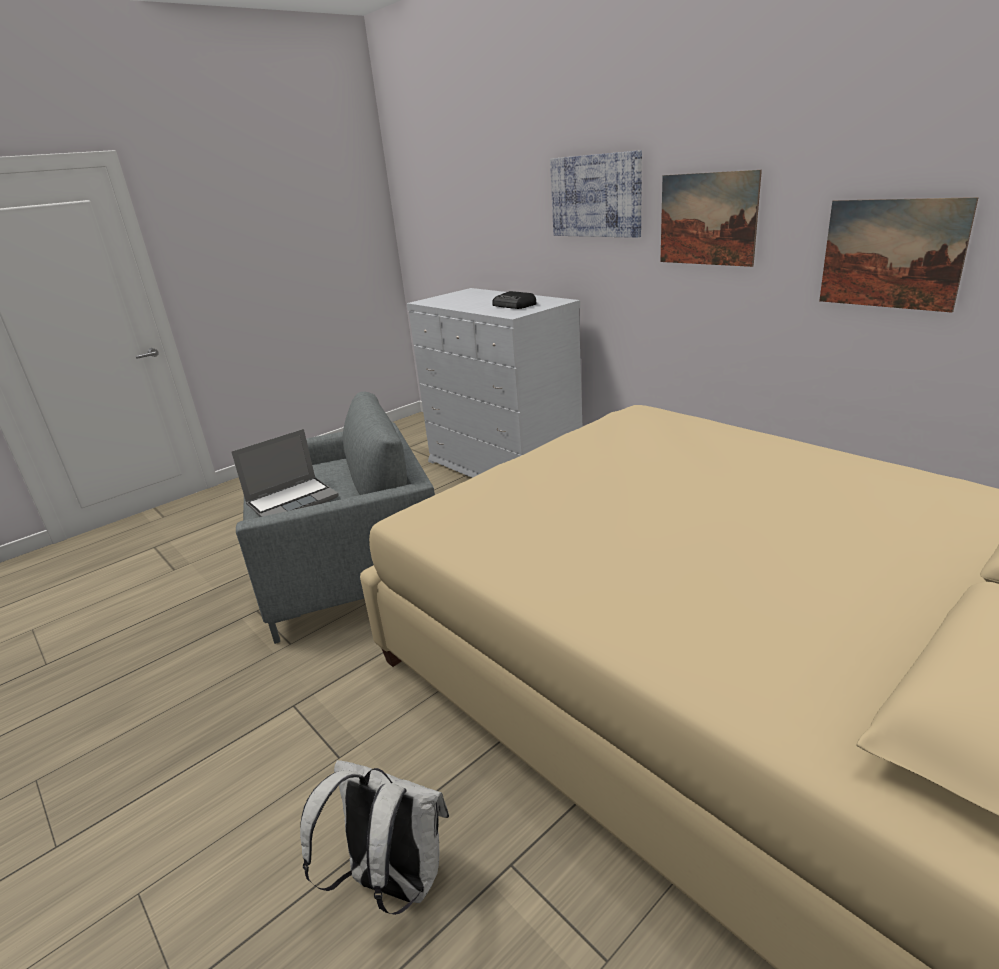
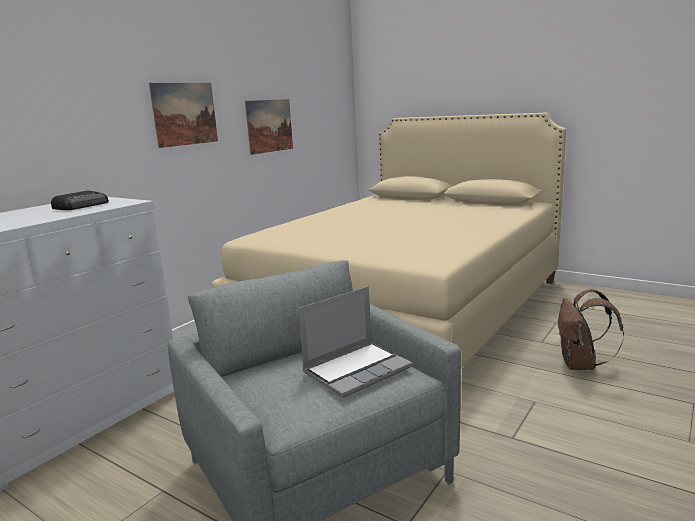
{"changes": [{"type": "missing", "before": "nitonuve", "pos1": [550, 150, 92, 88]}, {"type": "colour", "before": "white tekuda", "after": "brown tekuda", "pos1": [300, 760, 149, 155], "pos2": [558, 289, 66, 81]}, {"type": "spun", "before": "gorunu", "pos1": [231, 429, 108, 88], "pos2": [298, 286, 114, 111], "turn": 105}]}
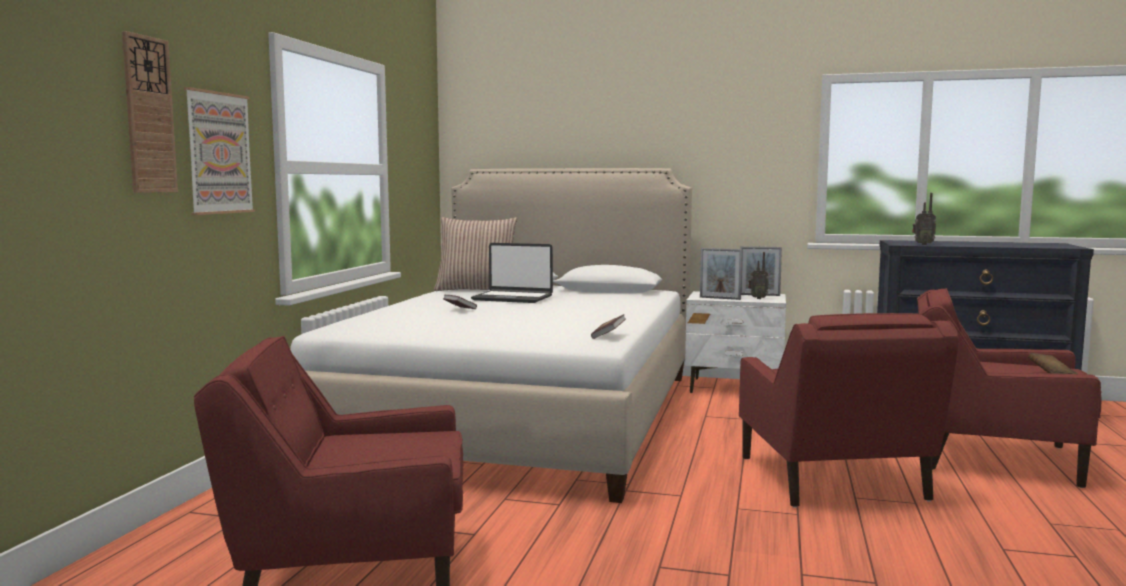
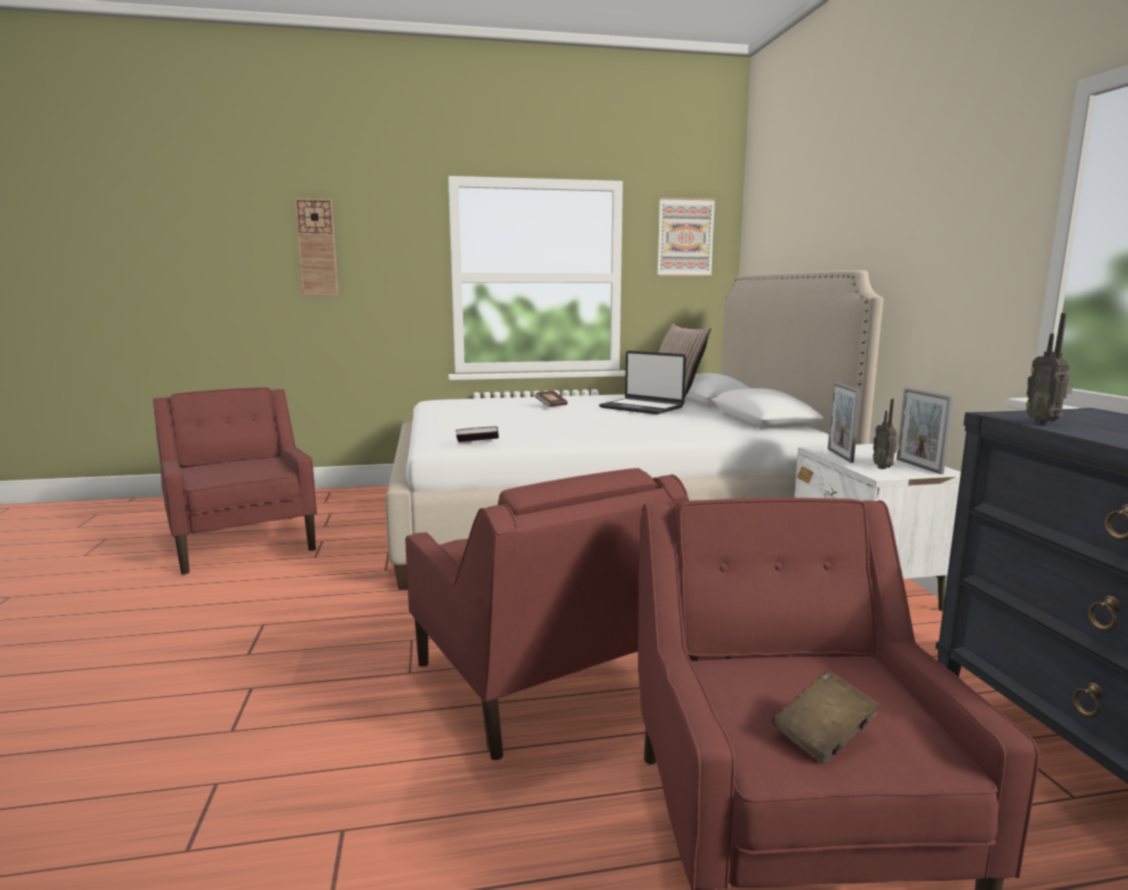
{"changes": [{"type": "relocated", "before": "nitonuve", "pos1": [184, 87, 71, 128], "pos2": [657, 197, 58, 79]}, {"type": "spun", "before": "gorunu", "pos1": [471, 243, 82, 60], "pos2": [599, 351, 87, 64], "turn": -45}, {"type": "spun", "before": "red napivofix", "pos1": [739, 313, 220, 195], "pos2": [405, 468, 284, 293], "turn": -90}]}
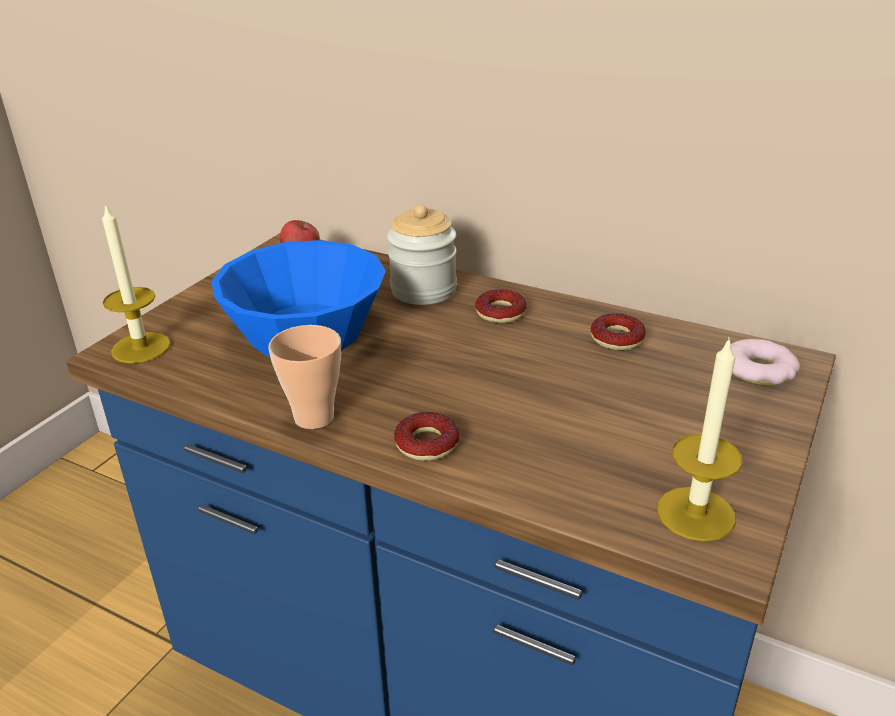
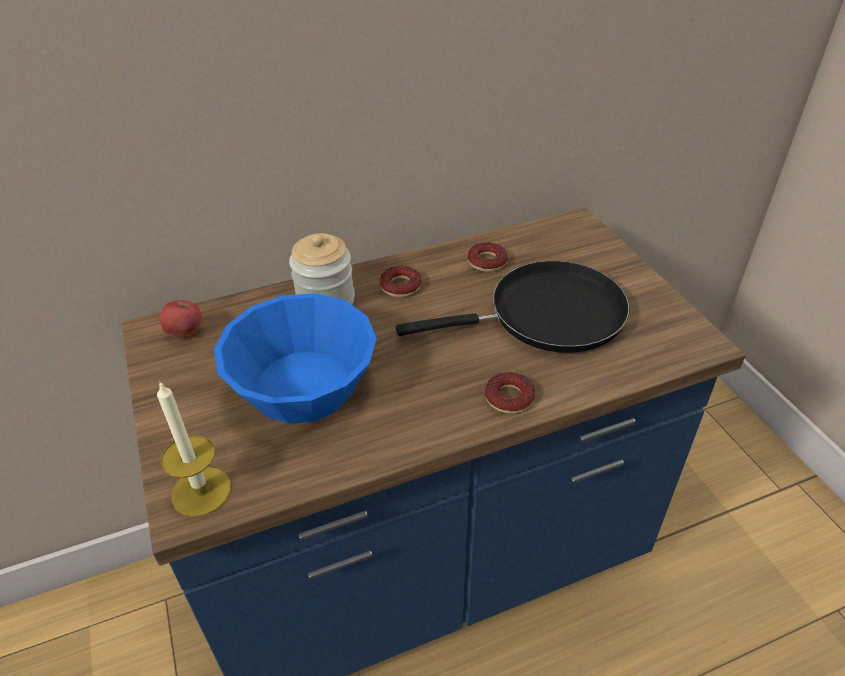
{"changes": [{"type": "missing", "before": "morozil", "pos1": [268, 325, 73, 104]}, {"type": "missing", "before": "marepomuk", "pos1": [657, 337, 85, 204]}, {"type": "missing", "before": "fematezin", "pos1": [731, 339, 69, 46]}, {"type": "appeared", "after": "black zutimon", "pos2": [396, 261, 233, 92]}]}
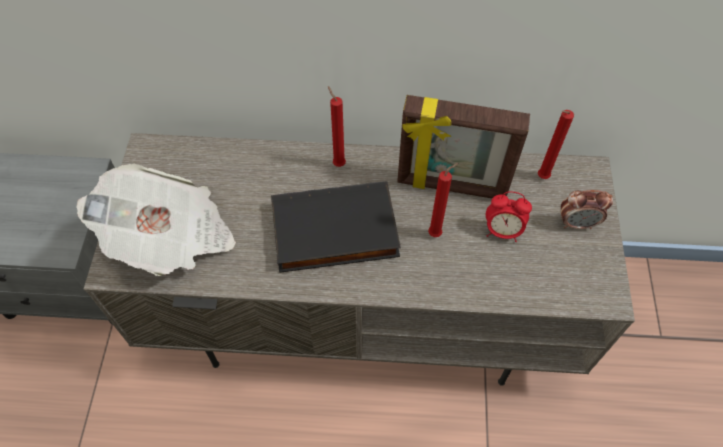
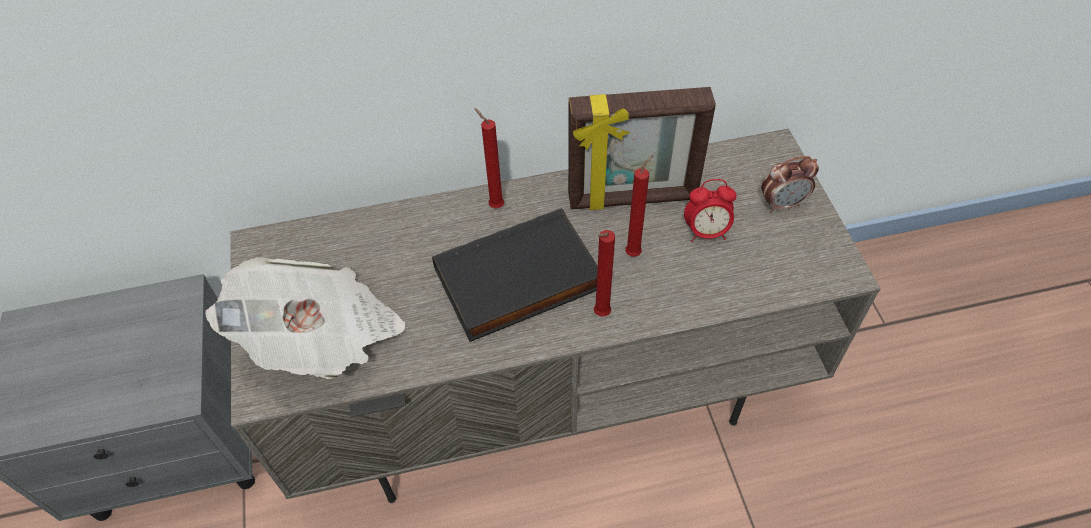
{"changes": [{"type": "relocated", "before": "red marepomuk", "pos1": [538, 110, 36, 69], "pos2": [594, 230, 21, 86]}]}
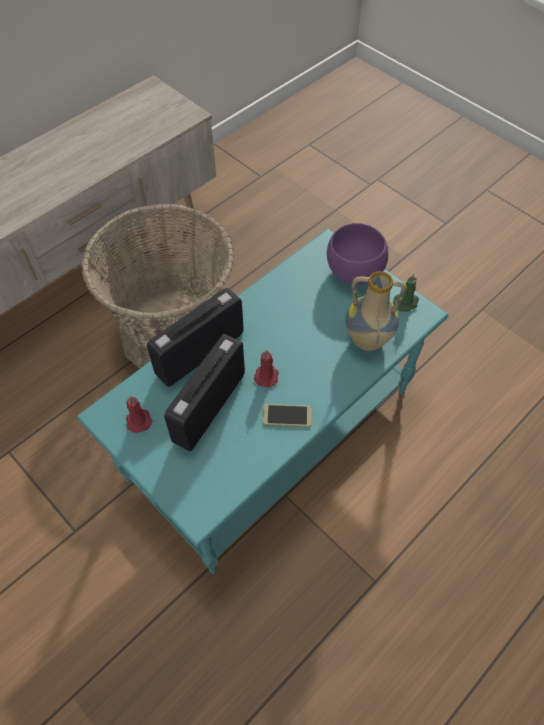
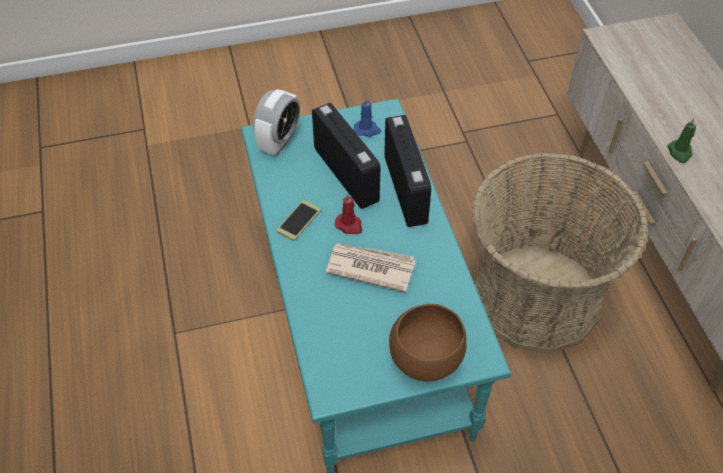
{"changes": [{"type": "missing", "before": "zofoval", "pos1": [345, 271, 62, 80]}, {"type": "appeared", "after": "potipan", "pos2": [253, 89, 47, 66]}, {"type": "appeared", "after": "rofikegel", "pos2": [326, 243, 90, 49]}, {"type": "relocated", "before": "green marepomuk", "pos1": [393, 274, 26, 38], "pos2": [668, 118, 28, 45]}, {"type": "colour", "before": "red marepomuk", "after": "blue marepomuk", "pos1": [126, 396, 26, 37], "pos2": [354, 97, 27, 40]}, {"type": "colour", "before": "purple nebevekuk", "after": "brown nebevekuk", "pos1": [327, 223, 61, 62], "pos2": [389, 304, 78, 78]}]}
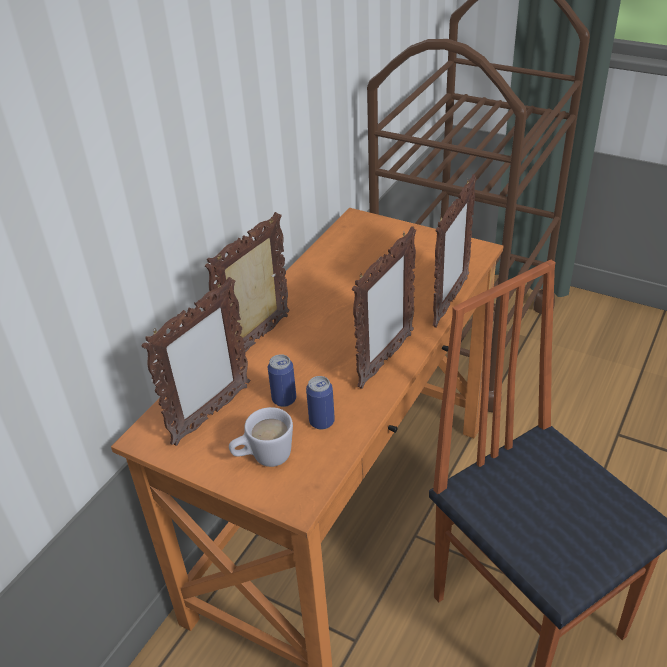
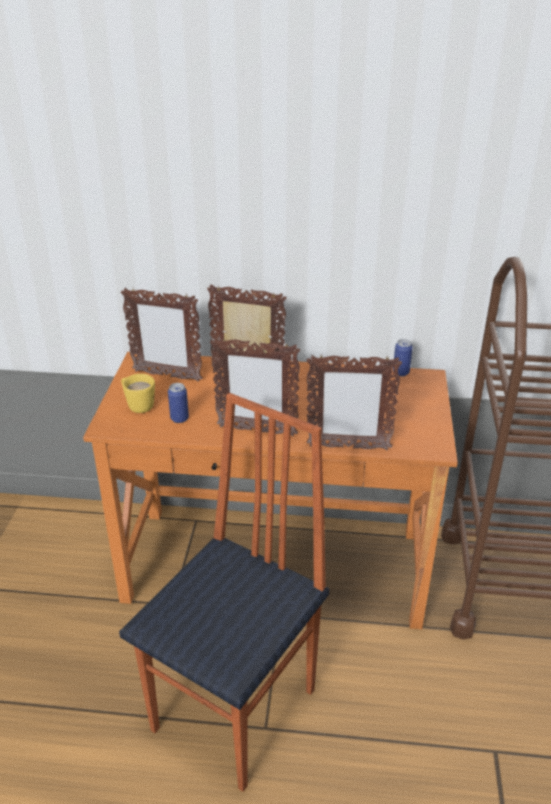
{"changes": [{"type": "relocated", "before": "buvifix", "pos1": [268, 354, 28, 53], "pos2": [393, 339, 20, 37]}, {"type": "colour", "before": "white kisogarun", "after": "yellow kisogarun", "pos1": [229, 407, 64, 60], "pos2": [121, 374, 34, 39]}]}
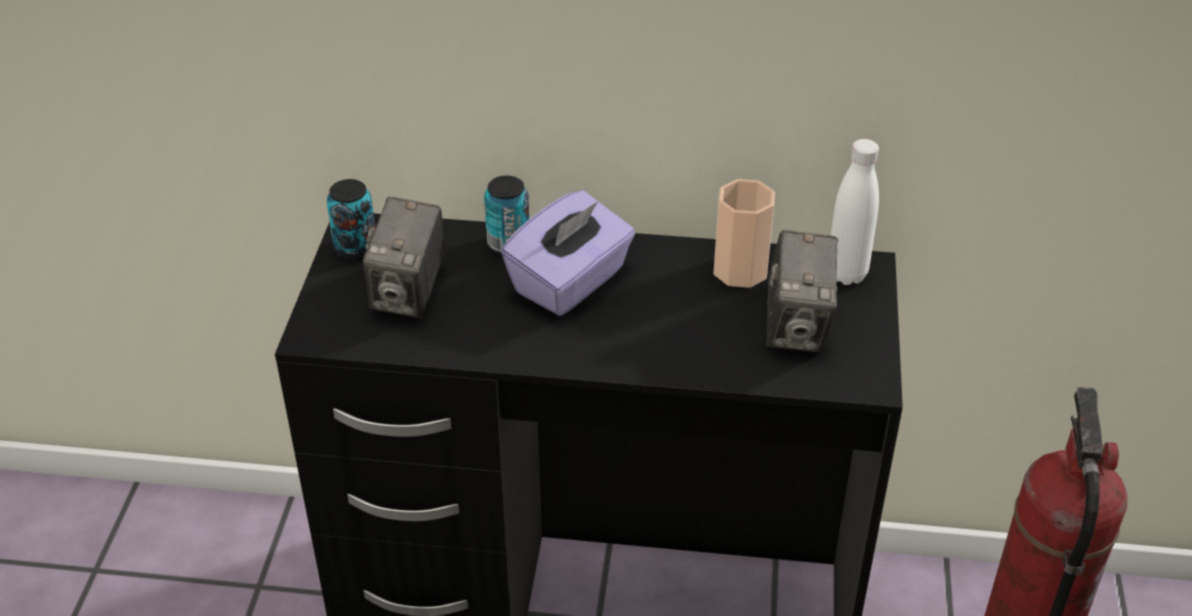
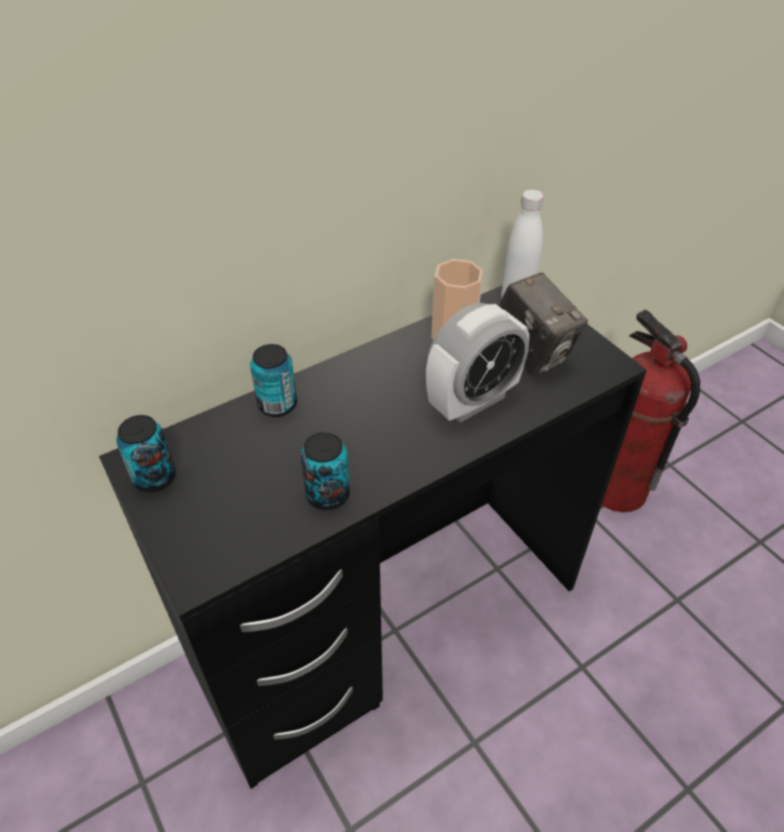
{"changes": [{"type": "missing", "before": "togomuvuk", "pos1": [363, 197, 82, 121]}, {"type": "missing", "before": "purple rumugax", "pos1": [501, 190, 134, 126]}, {"type": "appeared", "after": "buvifix", "pos2": [301, 432, 49, 78]}, {"type": "appeared", "after": "potipan", "pos2": [426, 303, 103, 120]}]}
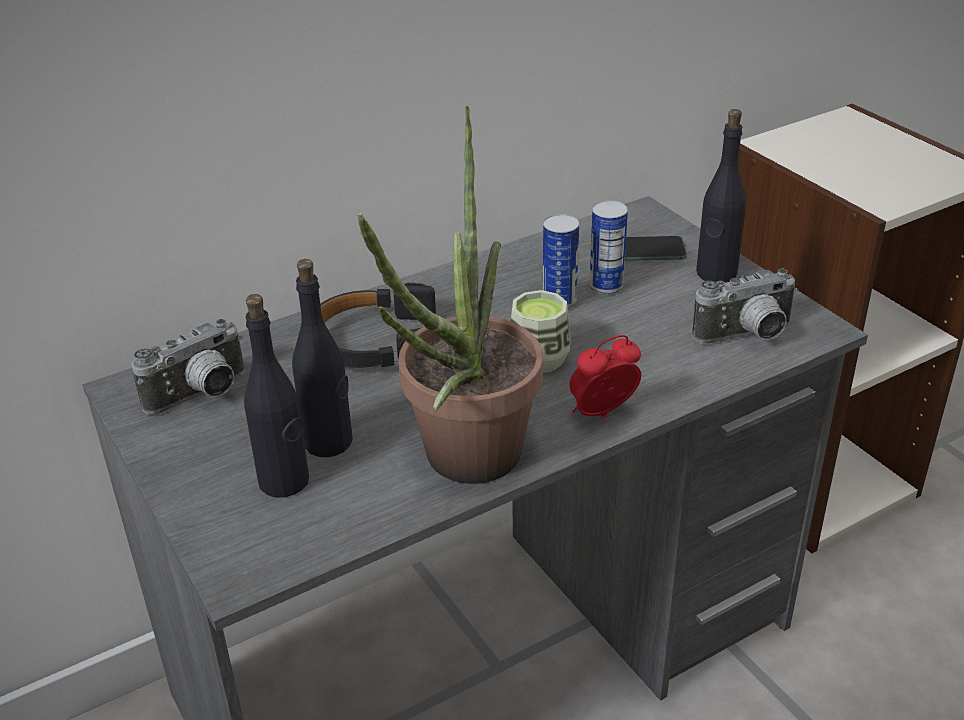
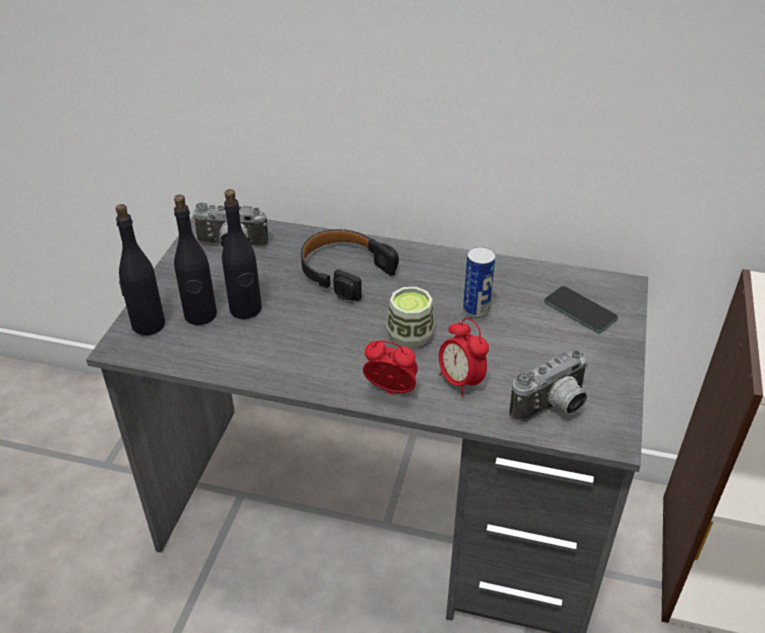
{"changes": [{"type": "missing", "before": "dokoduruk", "pos1": [357, 106, 186, 378]}, {"type": "missing", "before": "buvifix", "pos1": [589, 200, 39, 95]}, {"type": "appeared", "after": "potipan", "pos2": [439, 318, 50, 79]}, {"type": "relocated", "before": "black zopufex", "pos1": [696, 109, 50, 174], "pos2": [115, 204, 50, 131]}, {"type": "spun", "before": "togomuvuk", "pos1": [692, 269, 106, 75], "pos2": [509, 350, 79, 73], "turn": -60}]}
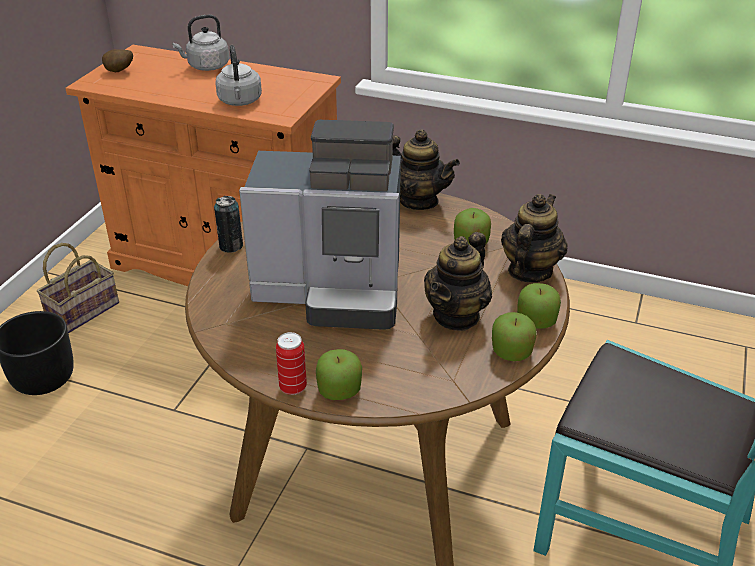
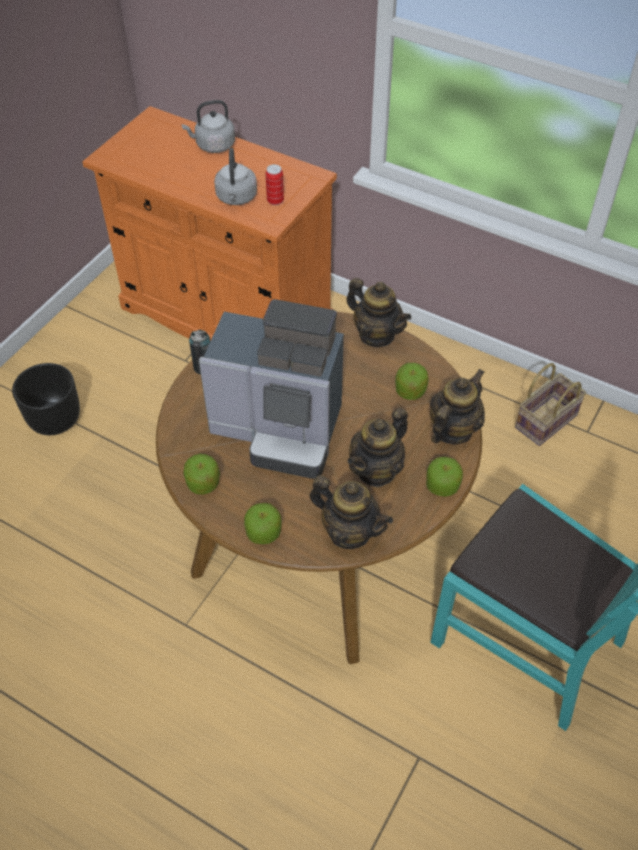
{"changes": [{"type": "missing", "before": "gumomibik", "pos1": [102, 49, 31, 23]}, {"type": "appeared", "after": "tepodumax", "pos2": [309, 475, 84, 74]}, {"type": "relocated", "before": "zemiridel", "pos1": [37, 243, 82, 91], "pos2": [515, 363, 71, 83]}, {"type": "relocated", "before": "buvifix", "pos1": [276, 332, 31, 63], "pos2": [265, 164, 19, 41]}, {"type": "relocated", "before": "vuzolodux", "pos1": [492, 312, 45, 49], "pos2": [183, 454, 37, 41]}]}
